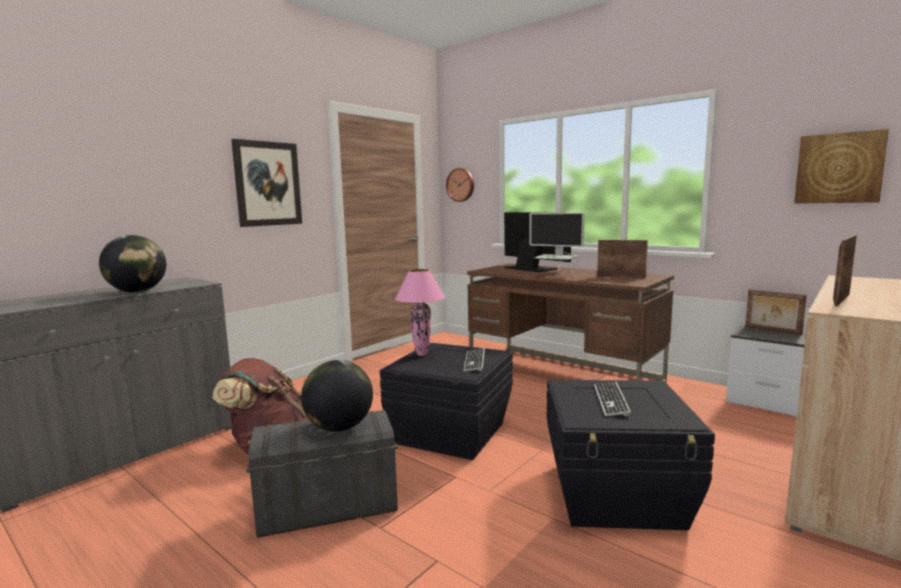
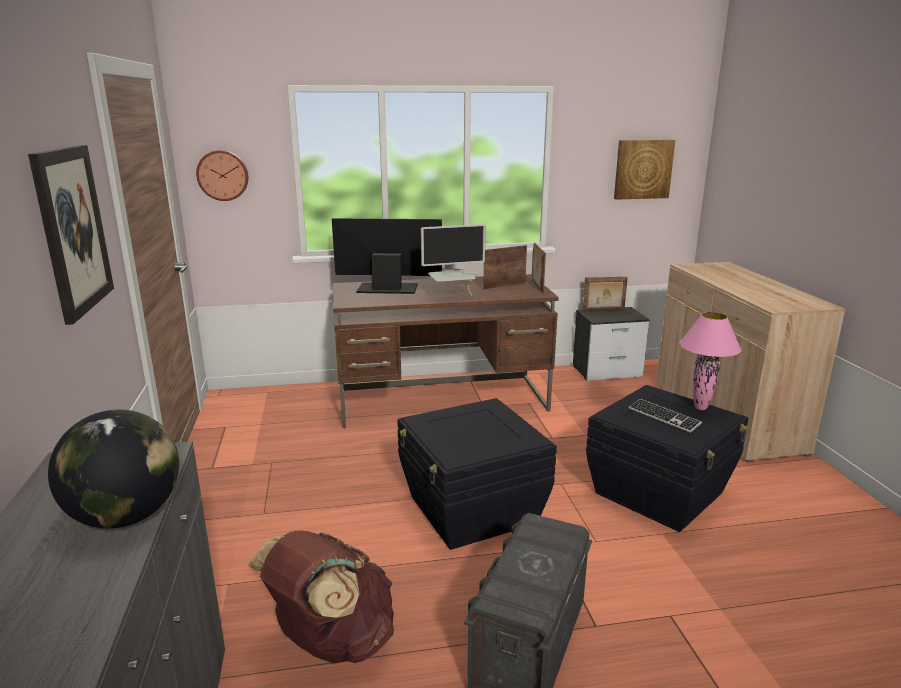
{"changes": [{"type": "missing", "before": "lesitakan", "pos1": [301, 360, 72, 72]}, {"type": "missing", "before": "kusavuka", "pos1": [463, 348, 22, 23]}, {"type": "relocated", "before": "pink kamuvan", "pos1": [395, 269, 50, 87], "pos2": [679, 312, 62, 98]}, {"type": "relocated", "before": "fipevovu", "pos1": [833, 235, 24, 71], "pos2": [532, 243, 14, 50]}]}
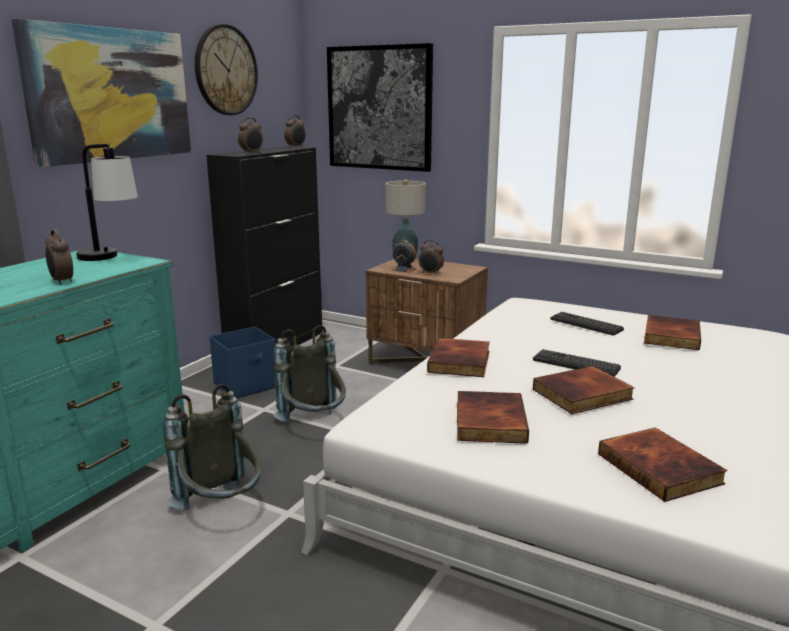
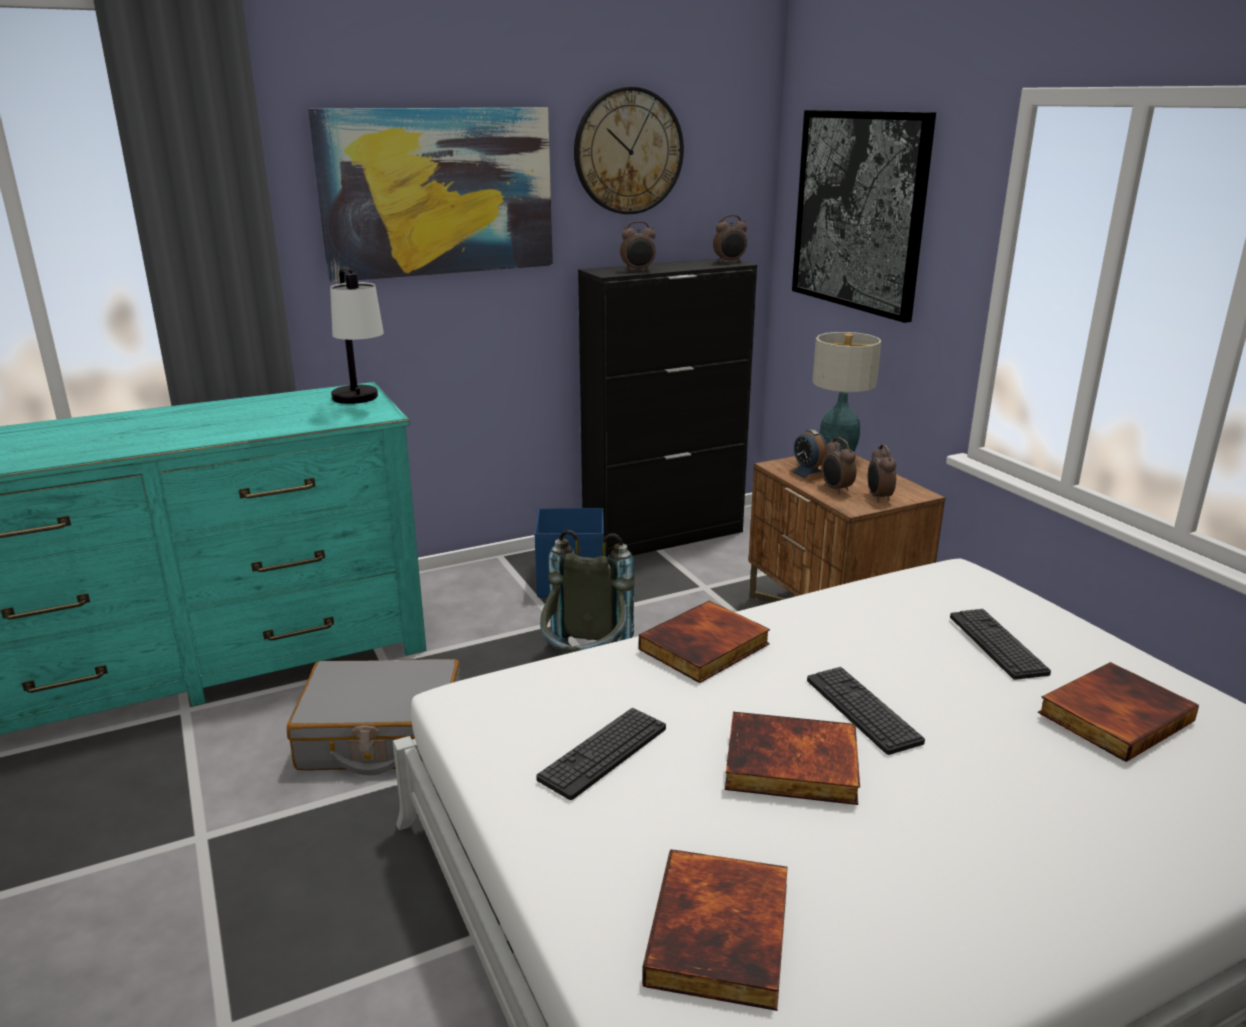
{"changes": [{"type": "relocated", "before": "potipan", "pos1": [45, 229, 28, 56], "pos2": [868, 444, 28, 59]}, {"type": "exchanged", "before": "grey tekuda", "after": "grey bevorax", "pos1": [163, 384, 99, 126], "pos2": [287, 659, 173, 116]}, {"type": "exchanged", "before": "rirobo", "after": "kusavuka", "pos1": [457, 391, 72, 53], "pos2": [536, 708, 130, 92]}]}
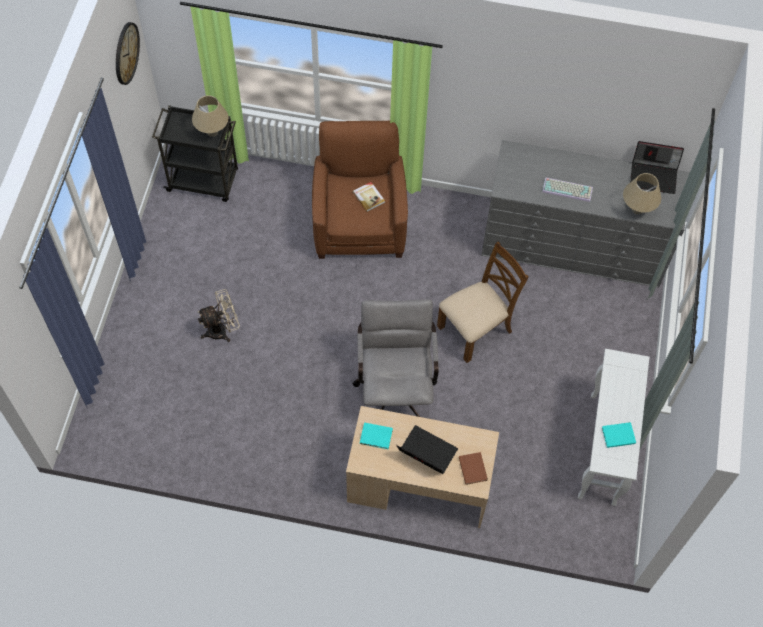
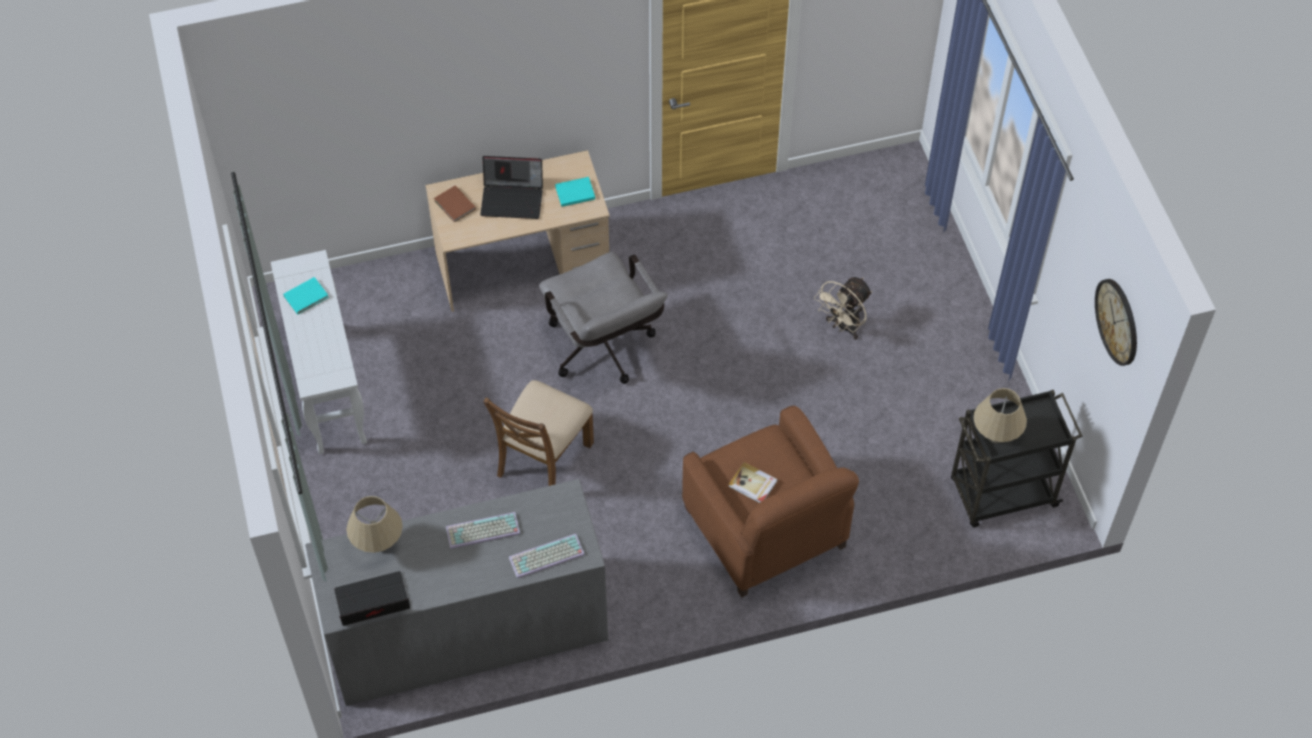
{"changes": [{"type": "appeared", "after": "kusavuka", "pos2": [509, 534, 76, 45]}]}
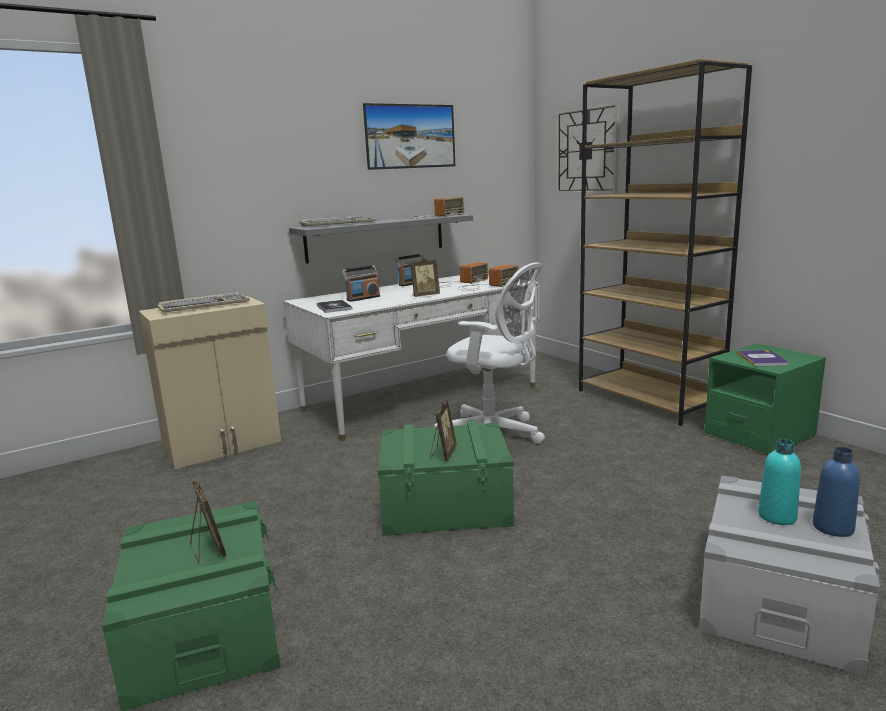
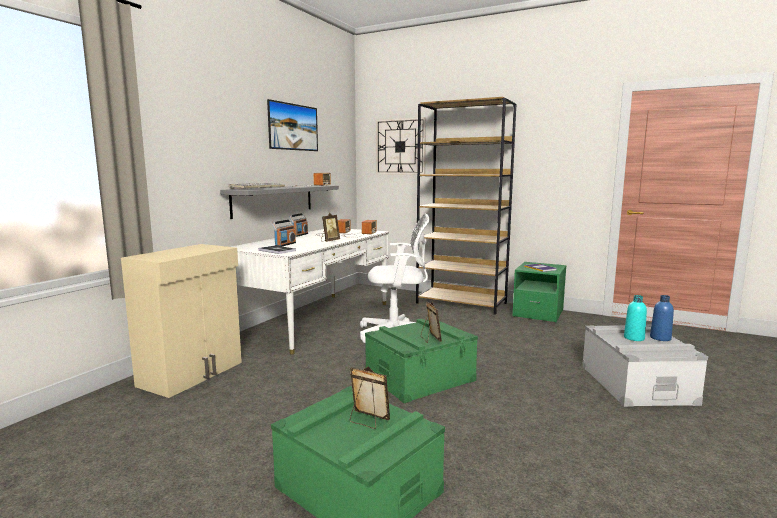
{"changes": [{"type": "missing", "before": "kusavuka", "pos1": [157, 292, 93, 20]}]}
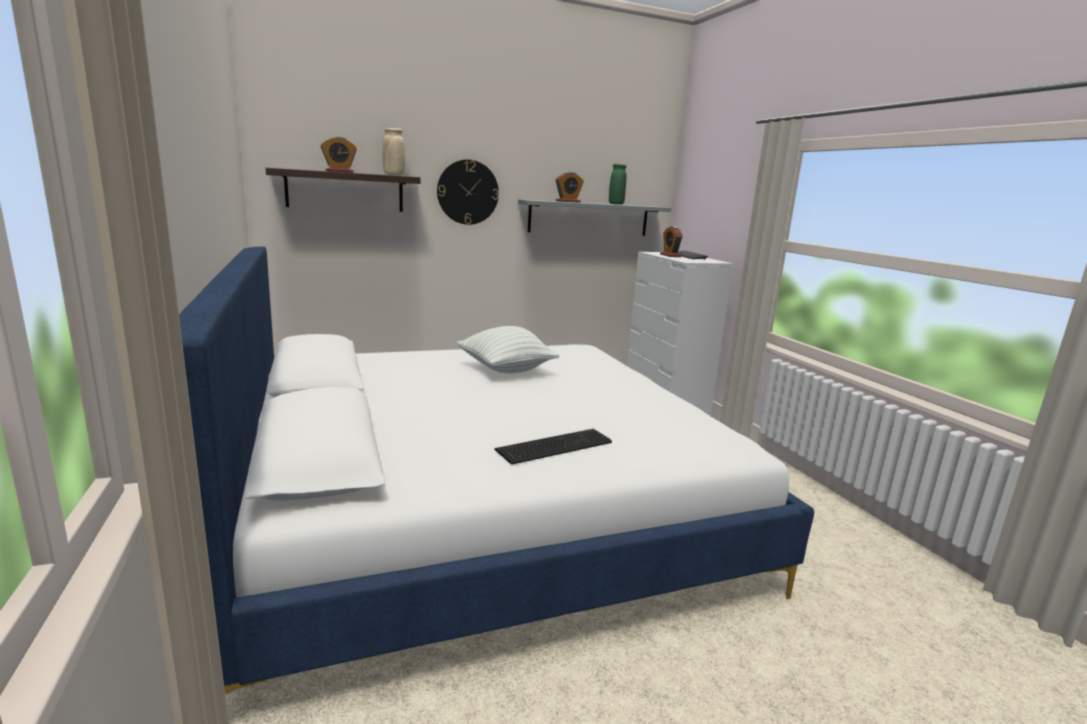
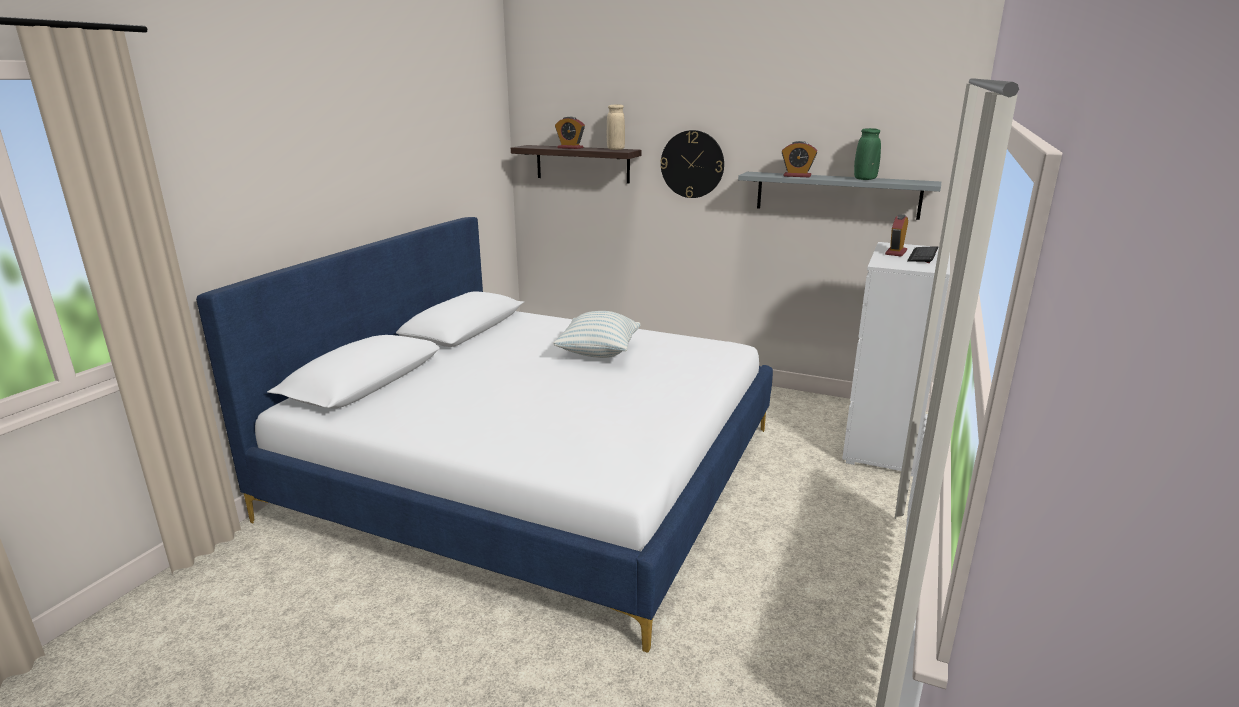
{"changes": [{"type": "missing", "before": "kusavuka", "pos1": [494, 429, 118, 36]}]}
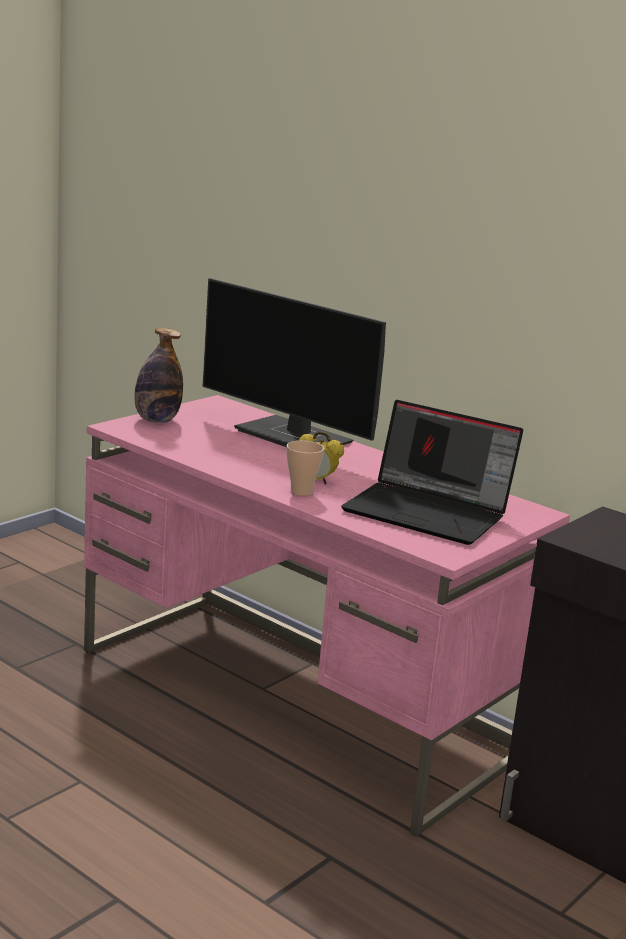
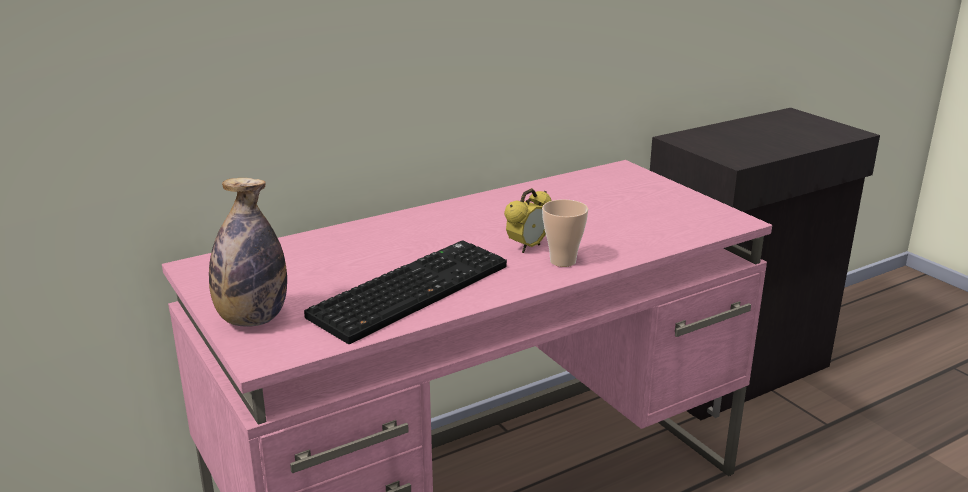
{"changes": [{"type": "missing", "before": "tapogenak", "pos1": [203, 278, 183, 169]}, {"type": "missing", "before": "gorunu", "pos1": [341, 400, 182, 145]}, {"type": "appeared", "after": "kusavuka", "pos2": [304, 240, 203, 104]}]}
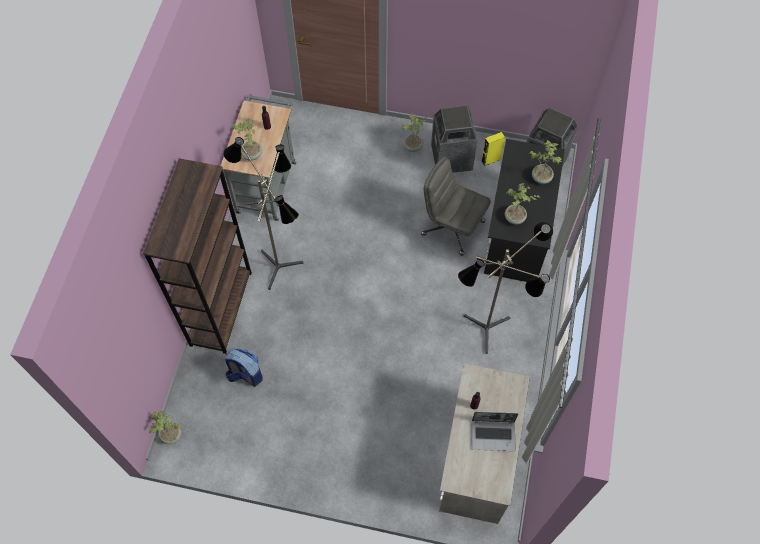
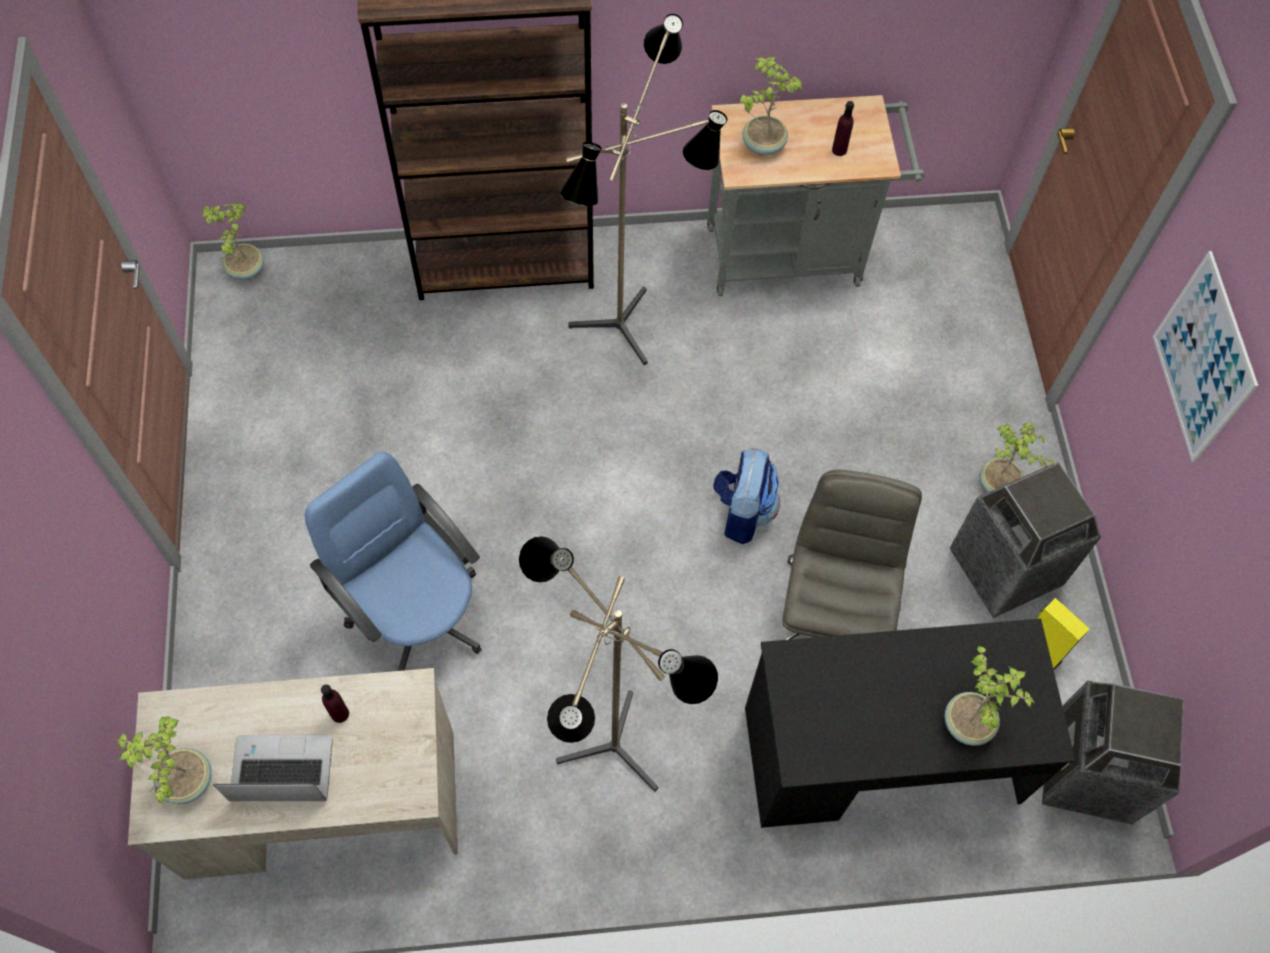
{"changes": [{"type": "appeared", "after": "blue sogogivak", "pos2": [305, 452, 177, 219]}, {"type": "appeared", "after": "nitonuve", "pos2": [1153, 251, 105, 211]}, {"type": "relocated", "before": "tekuda", "pos1": [225, 348, 38, 39], "pos2": [713, 448, 67, 96]}, {"type": "relocated", "before": "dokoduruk", "pos1": [505, 183, 35, 42], "pos2": [117, 716, 95, 89]}, {"type": "spun", "before": "gorunu", "pos1": [472, 412, 46, 39], "pos2": [213, 735, 120, 66], "turn": 105}]}
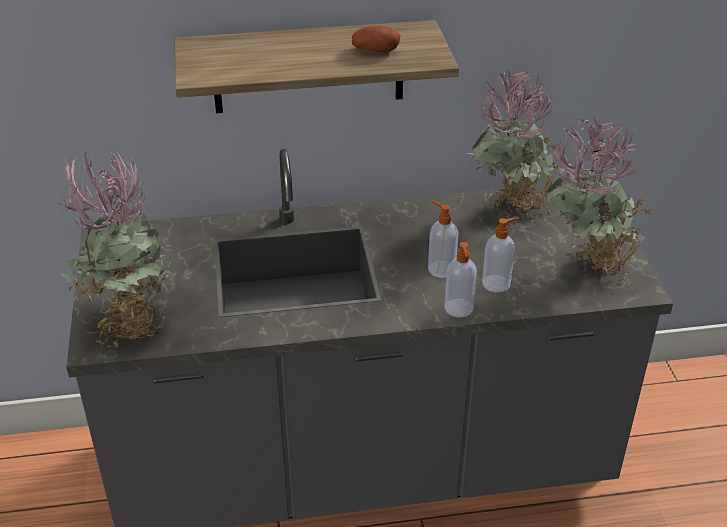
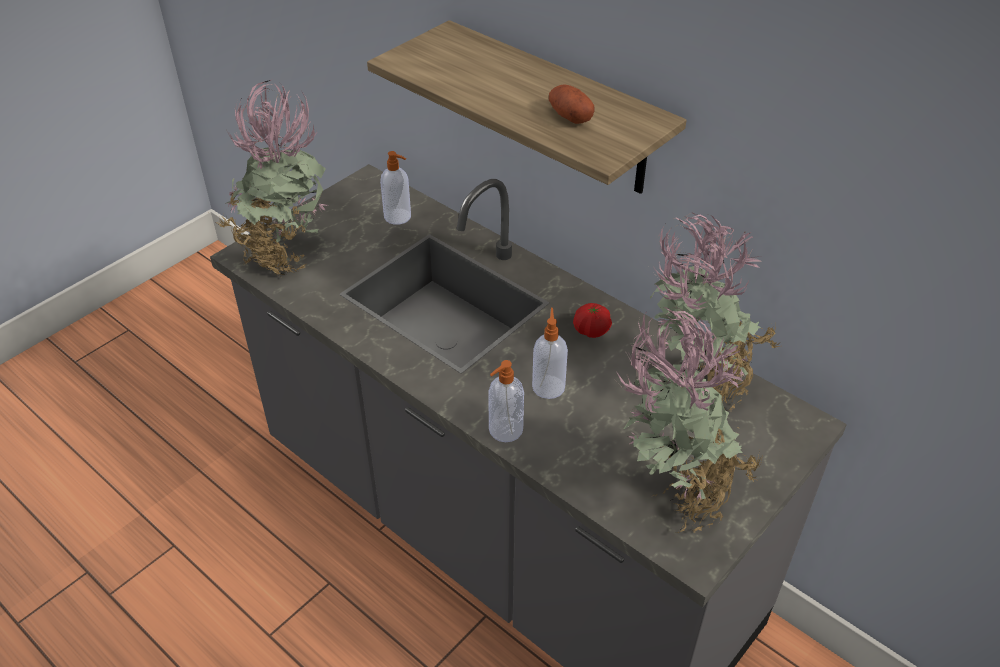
{"changes": [{"type": "appeared", "after": "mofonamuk", "pos2": [573, 303, 39, 35]}, {"type": "relocated", "before": "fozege", "pos1": [482, 218, 38, 75], "pos2": [380, 151, 31, 74]}]}
